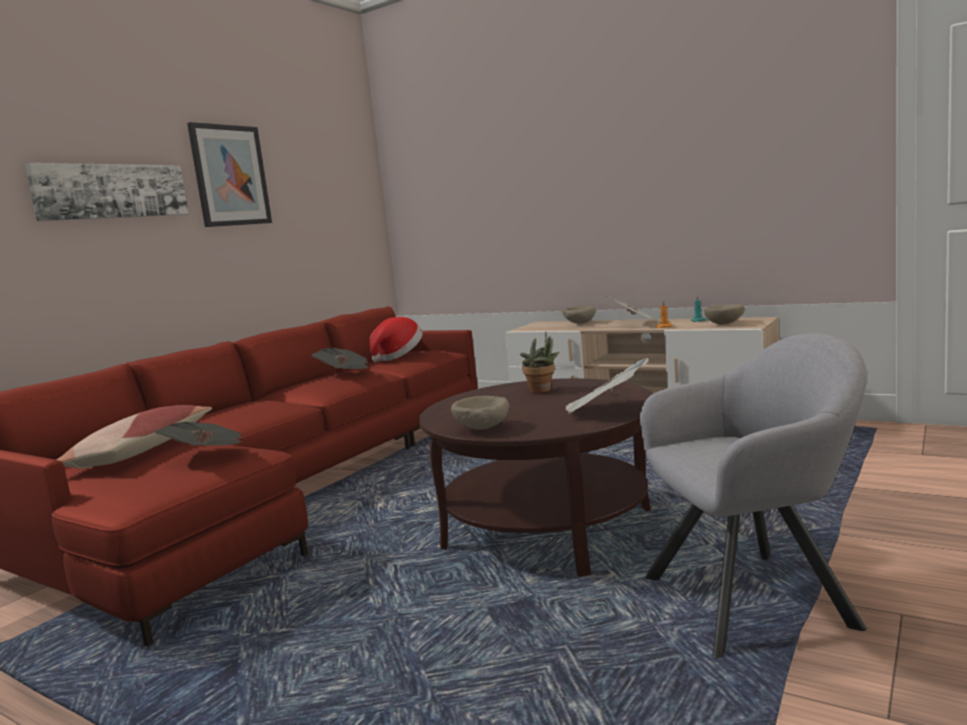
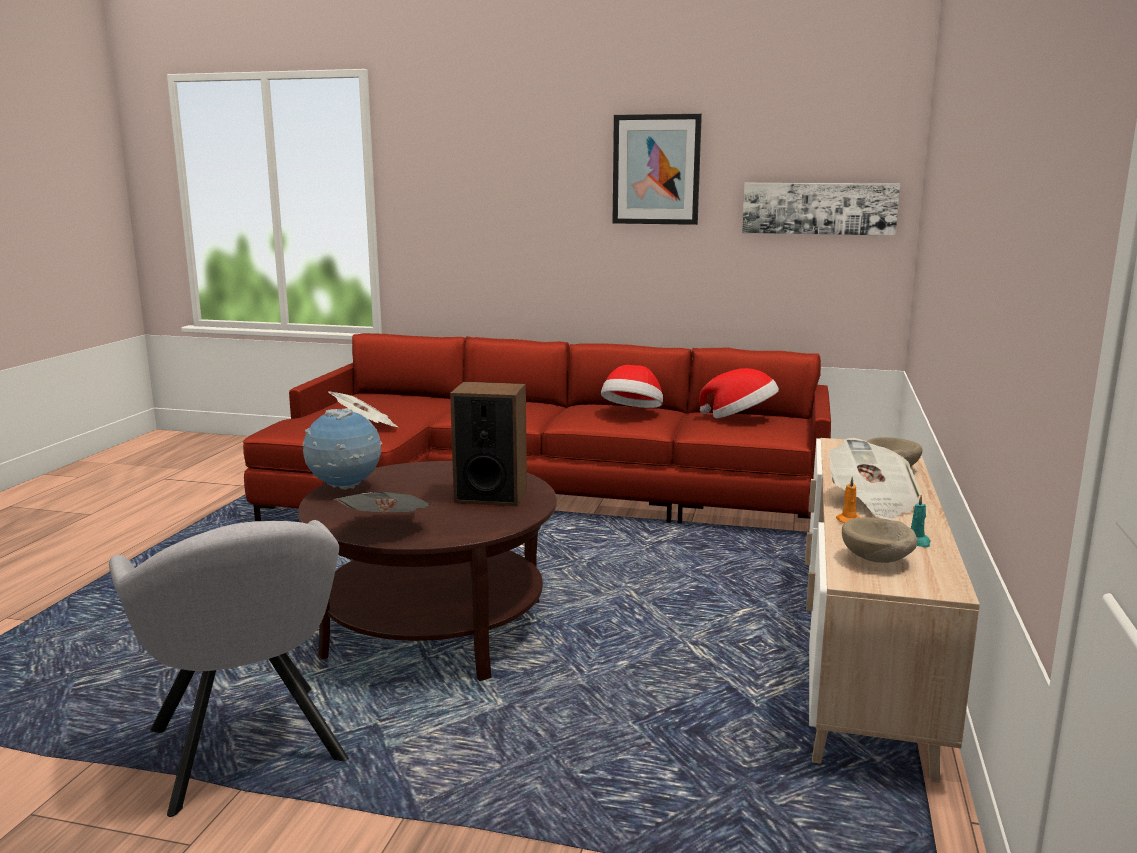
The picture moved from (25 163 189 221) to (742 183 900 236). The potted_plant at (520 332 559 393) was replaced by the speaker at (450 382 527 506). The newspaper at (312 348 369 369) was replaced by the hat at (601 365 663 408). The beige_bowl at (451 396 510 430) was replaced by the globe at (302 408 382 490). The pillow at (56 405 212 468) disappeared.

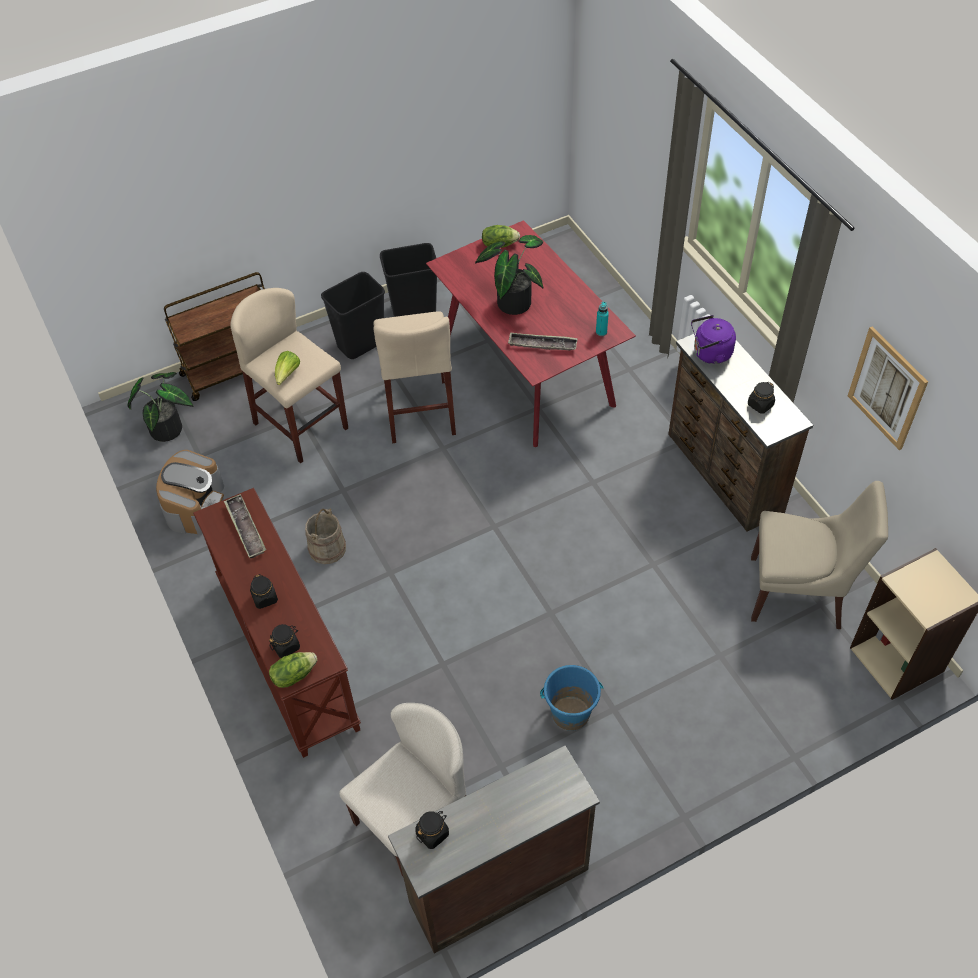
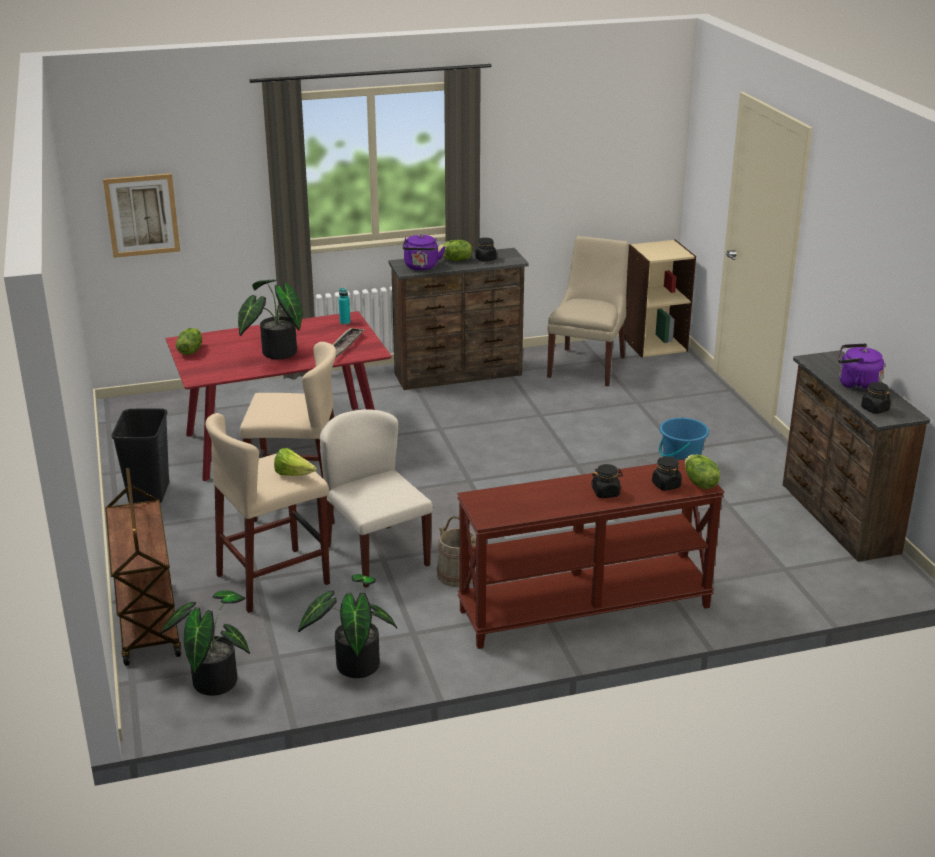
The black_trash_can at (321 272 385 359) disappeared. The picture moved from (848 327 928 450) to (103 173 180 258). The coffee_machine at (156 450 224 535) was replaced by the potted_plant at (298 574 397 678). The tray at (224 494 266 559) disappeared. The beige_chair moved from (339 703 466 876) to (320 409 433 588). The lettuce at (438 240 472 261) appeared. The purple_kettle at (838 343 885 392) appeared.

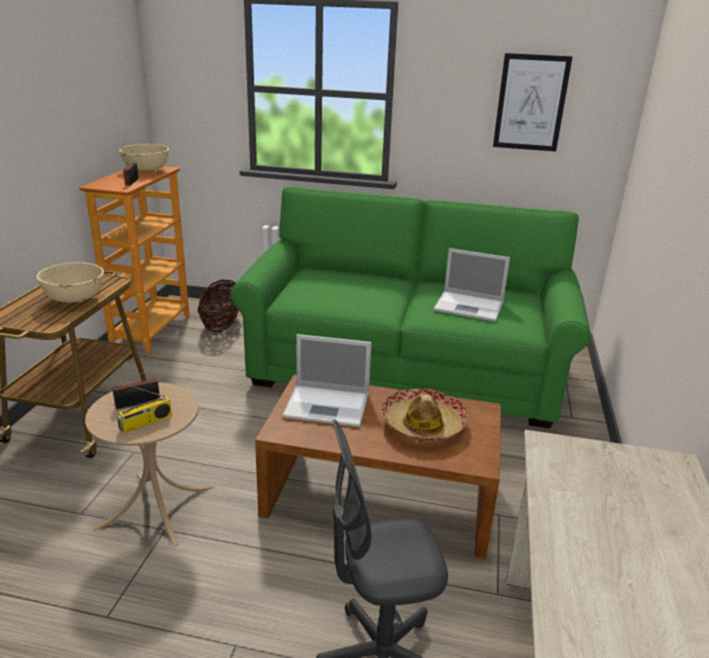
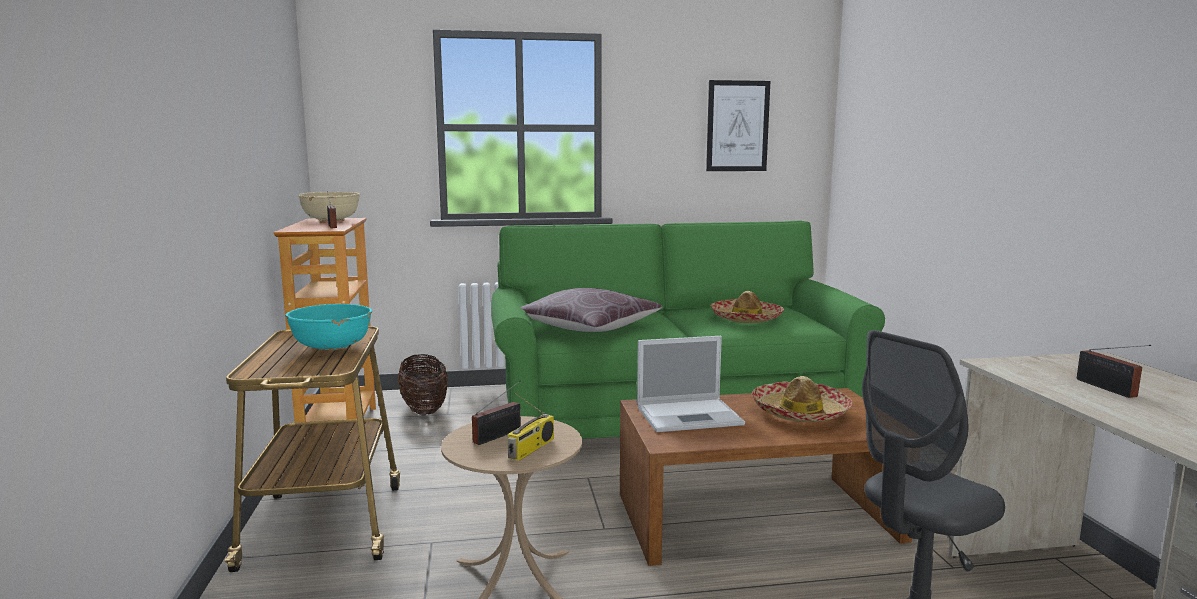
The laptop at (433 248 510 322) was replaced by the hat at (711 291 784 323). The beige_bowl at (36 262 104 303) became the turquoise_bowl at (285 304 372 351). The brown_pillow at (521 288 663 332) appeared. The radio at (1077 345 1151 398) appeared.

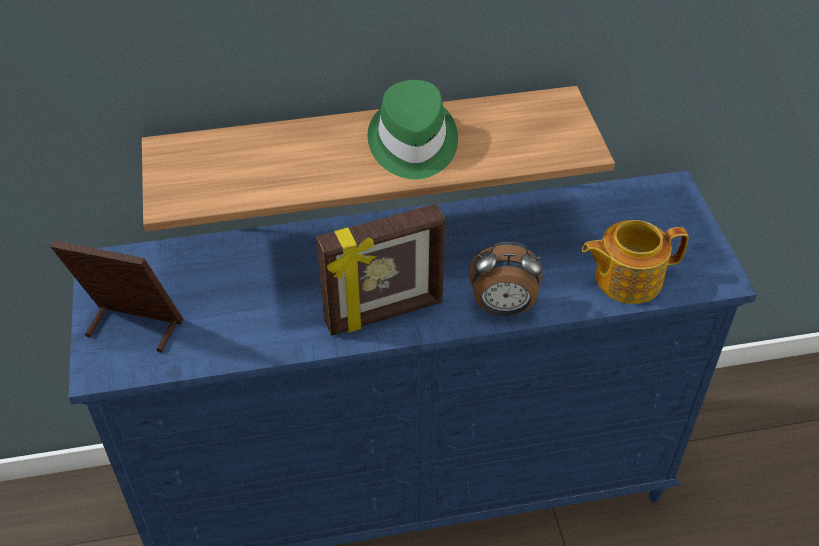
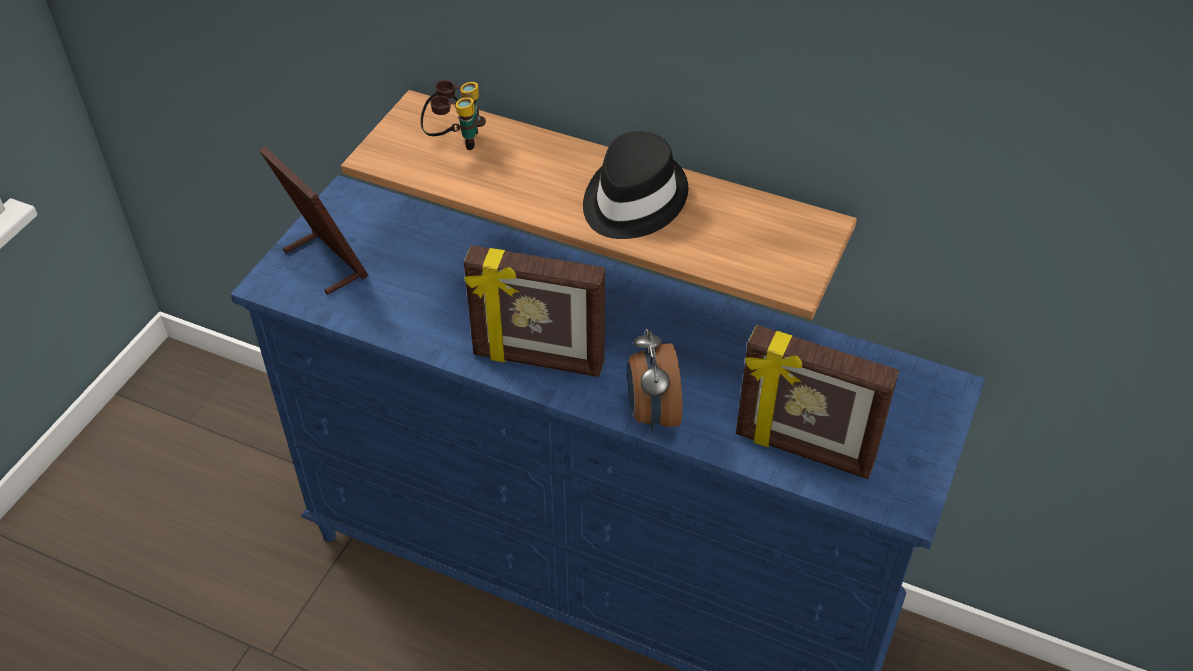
The green_hat at (368 80 458 180) became the black_hat at (583 131 688 239). The teapot at (582 220 689 304) was replaced by the picture_frame at (736 325 899 479). The alarm_clock at (469 242 543 316) turned 45 degrees clockwise. The binoculars at (420 80 486 150) appeared.

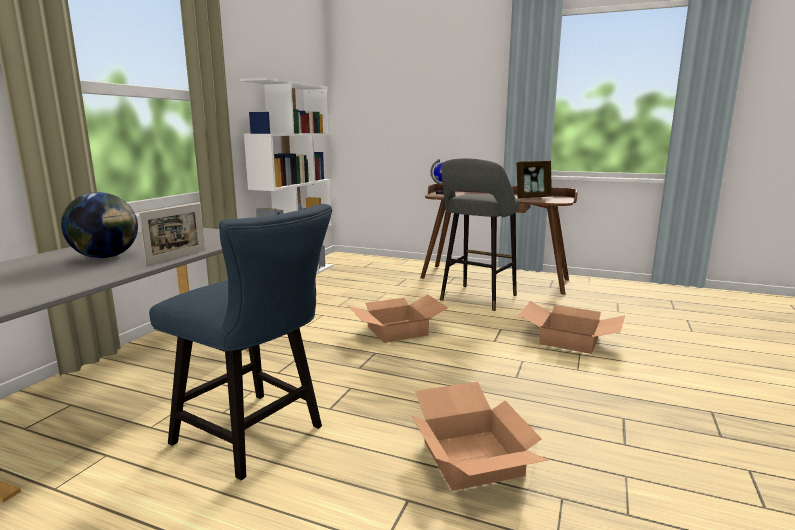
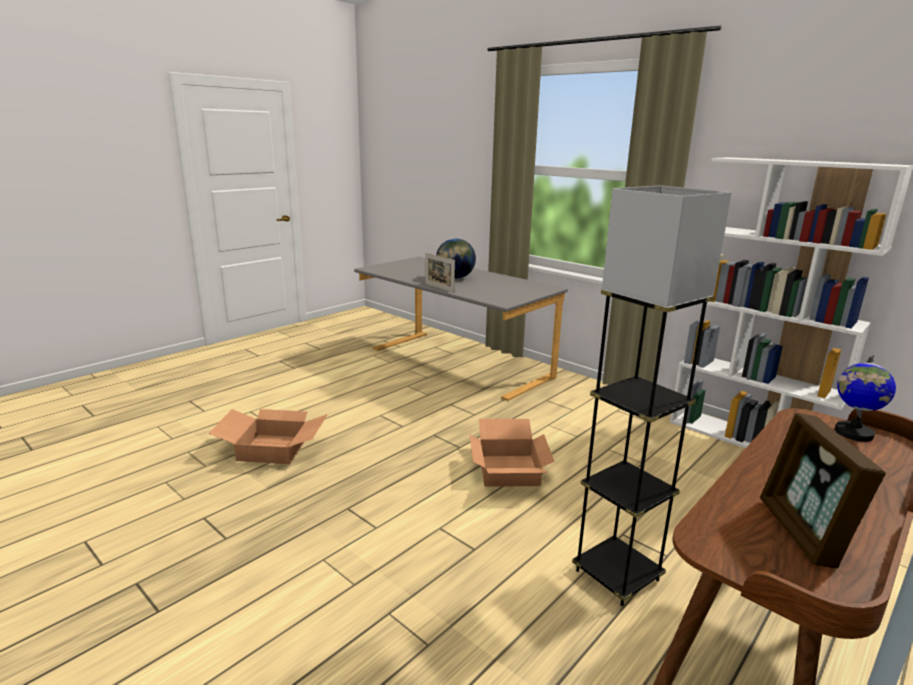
The grey_stool at (440 158 520 311) was replaced by the grey_floor_lamp at (572 185 732 606). The blue_chair at (149 204 332 480) disappeared. The cardboard_box at (519 301 625 354) disappeared.

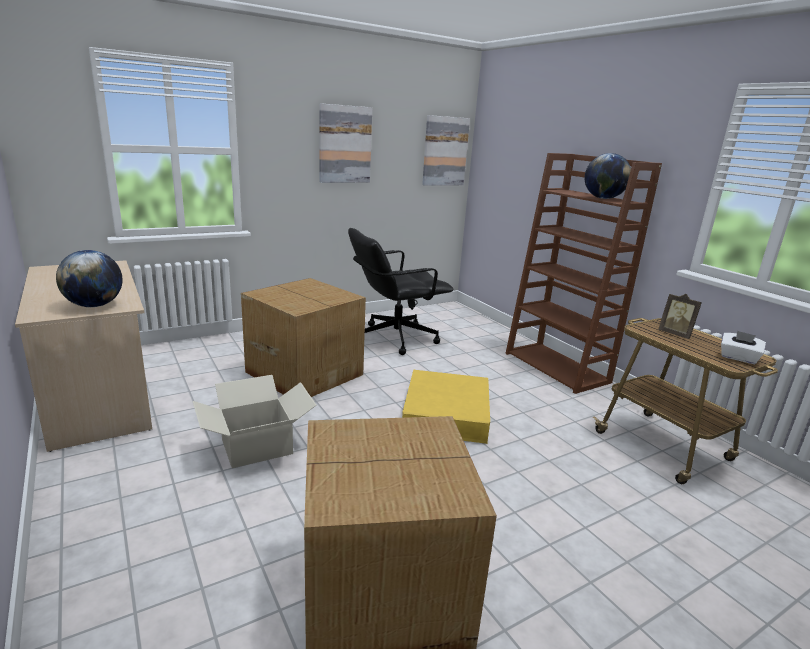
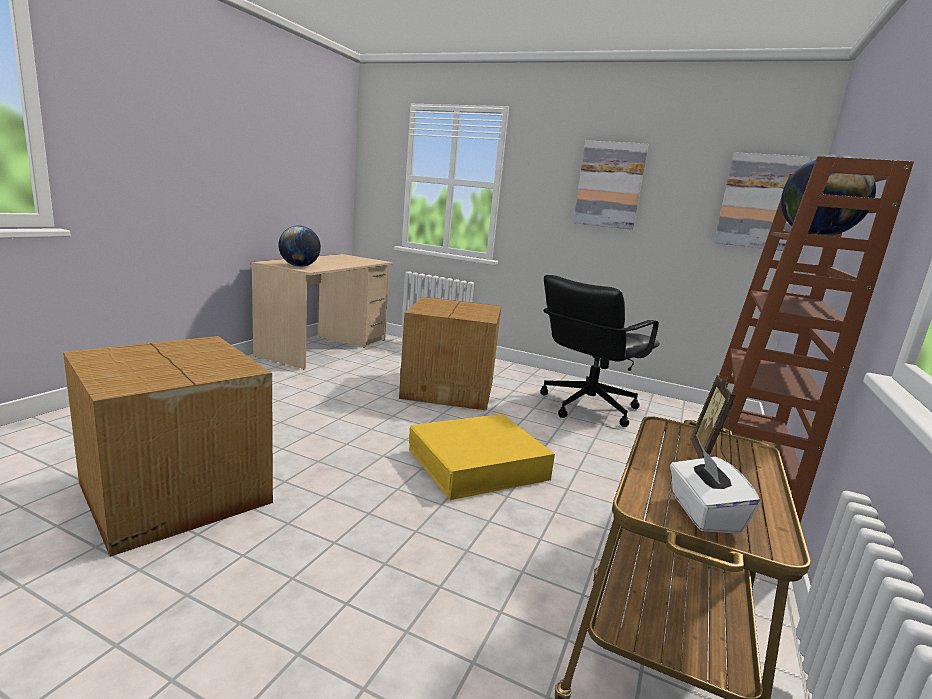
The black_office_chair at (348 228 454 355) turned 75 degrees counterclockwise. The cardboard_box at (193 375 316 468) disappeared.

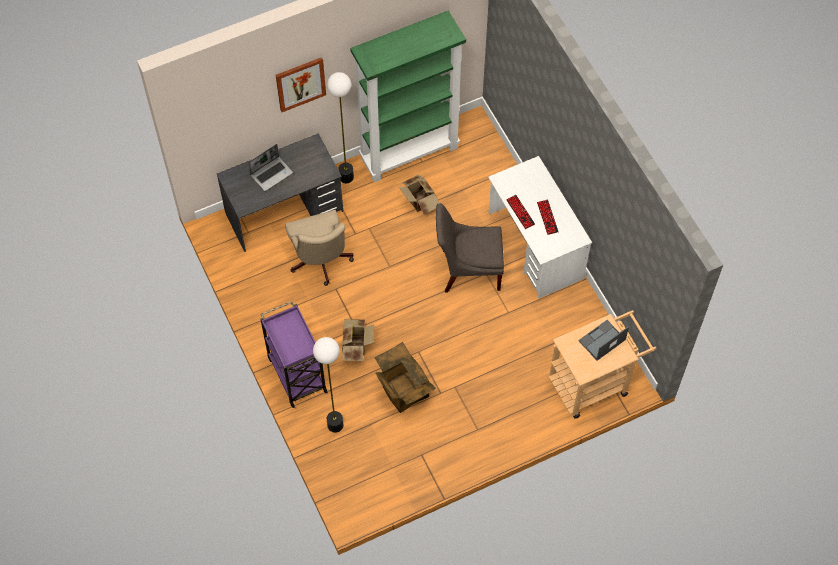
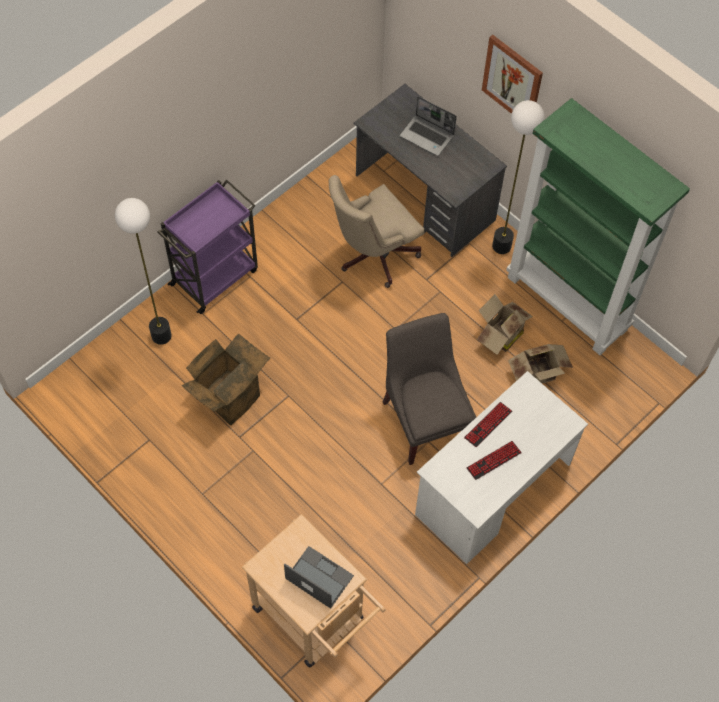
The cardboard_box moved from (342 319 374 361) to (508 344 573 383).

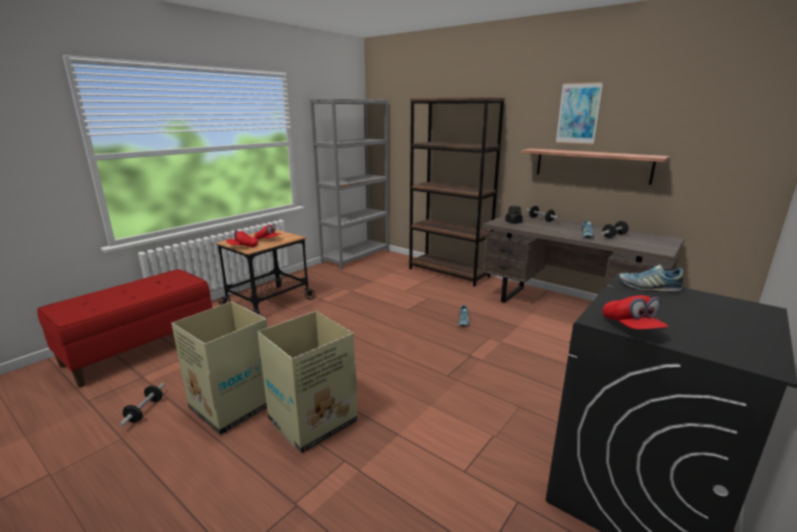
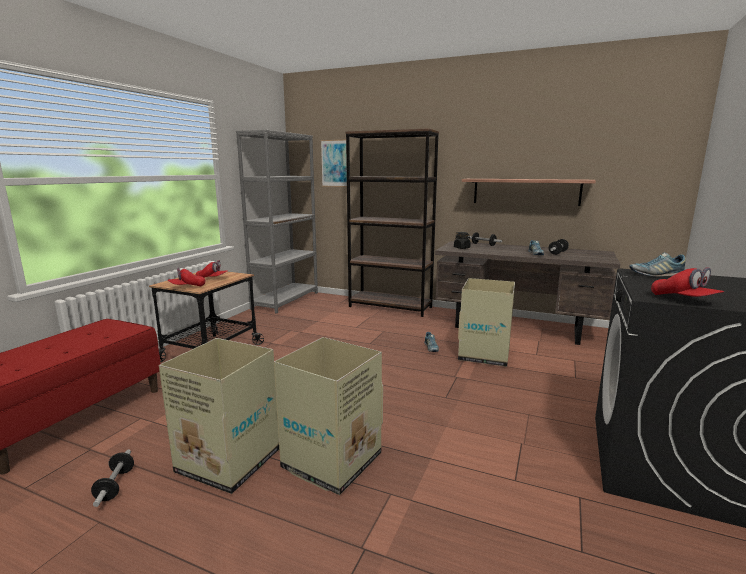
The picture moved from (556 82 603 145) to (321 140 347 187). The cardboard_box at (458 278 515 367) appeared.

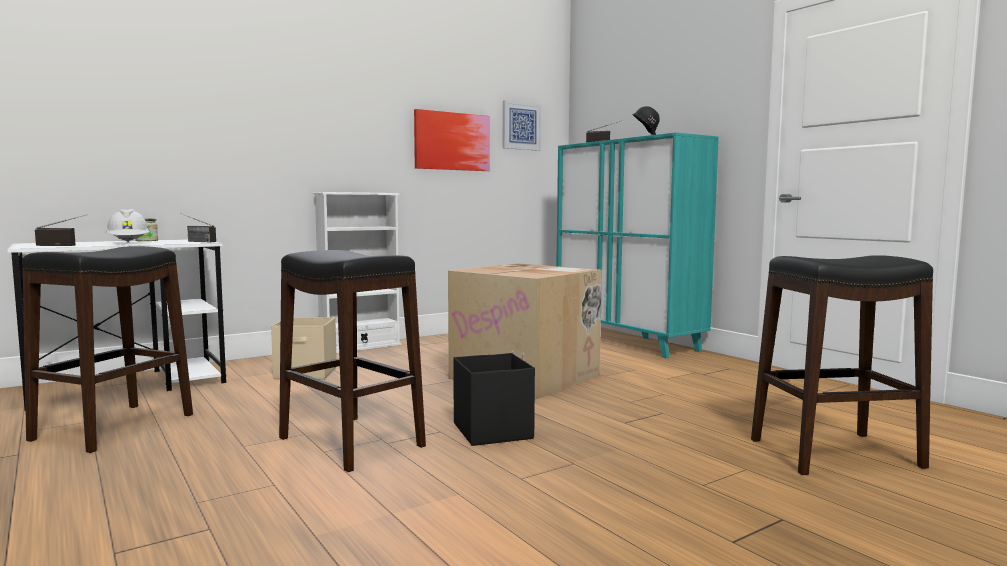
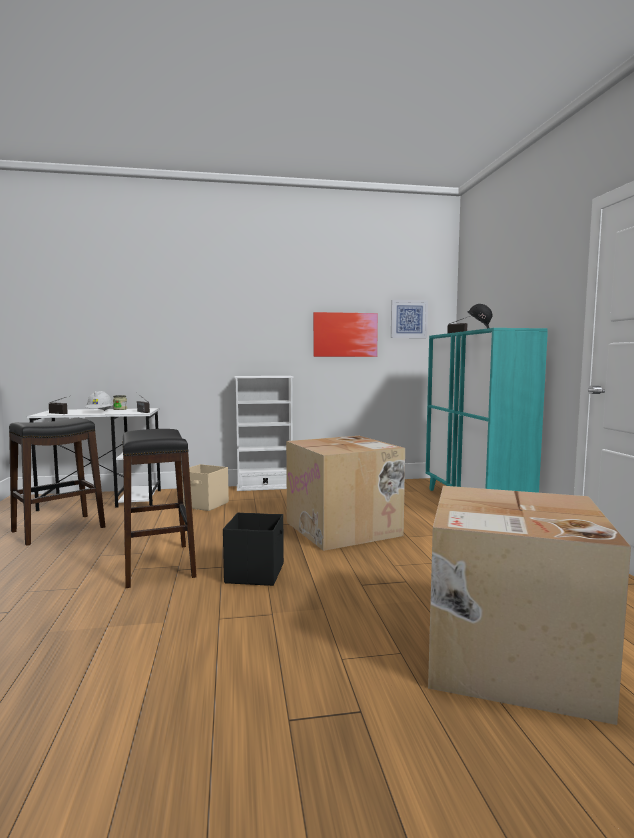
The black_stool at (751 255 933 475) was replaced by the cardboard_box at (428 486 631 725).

